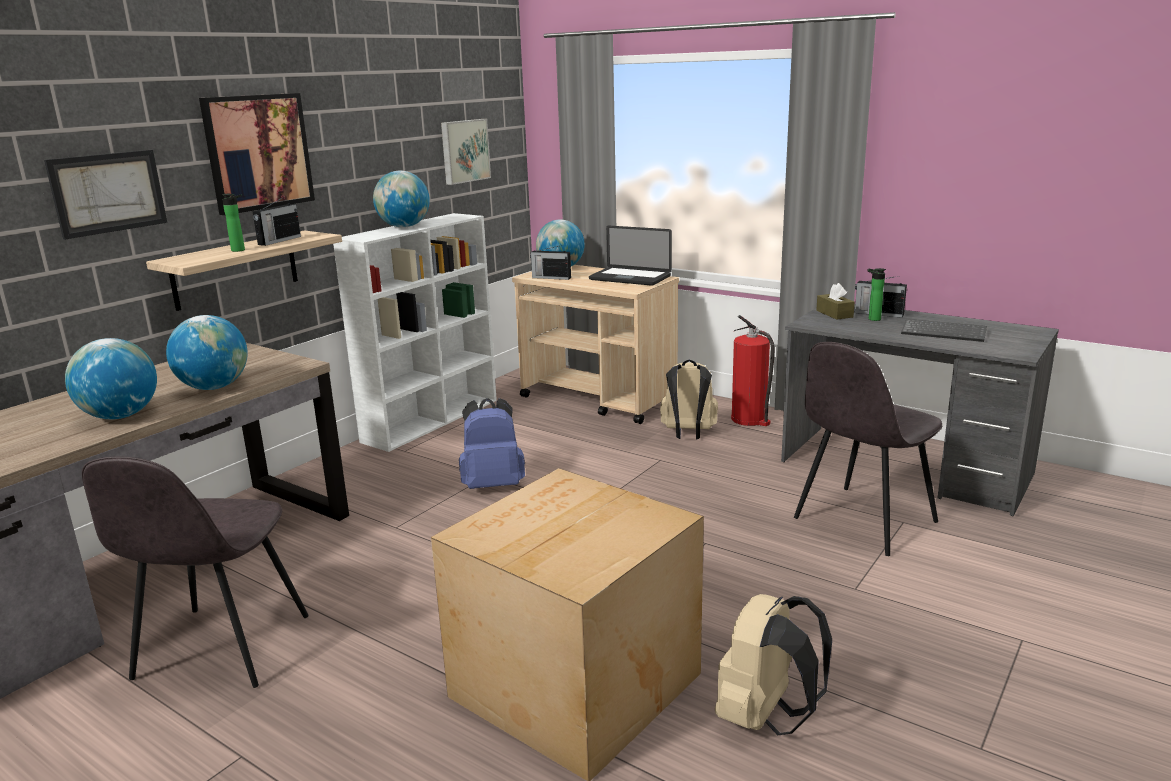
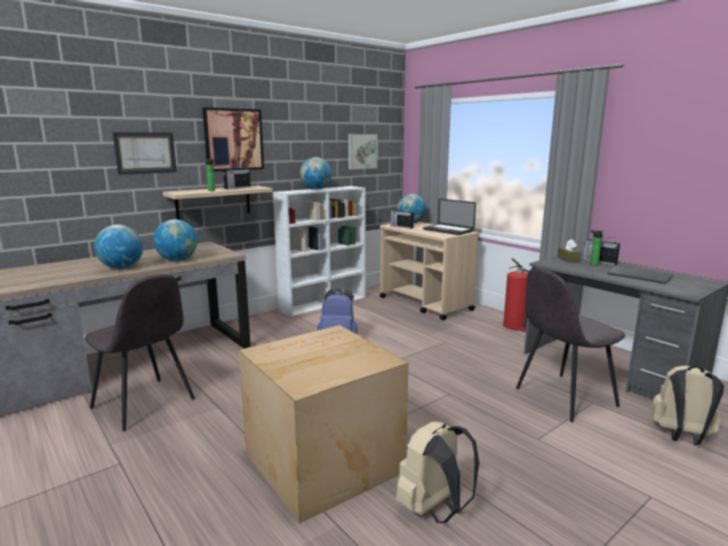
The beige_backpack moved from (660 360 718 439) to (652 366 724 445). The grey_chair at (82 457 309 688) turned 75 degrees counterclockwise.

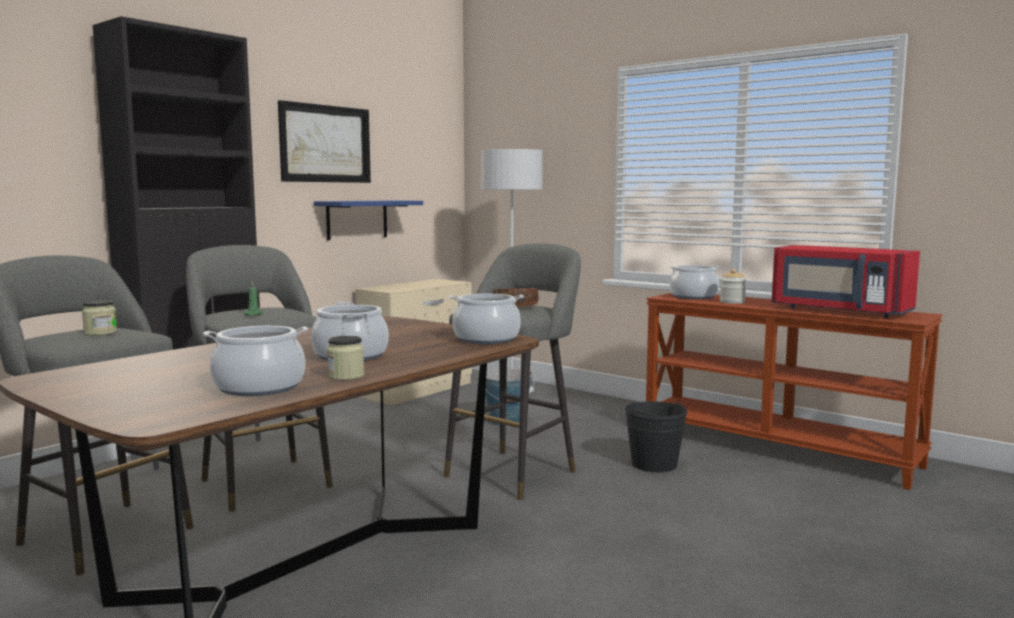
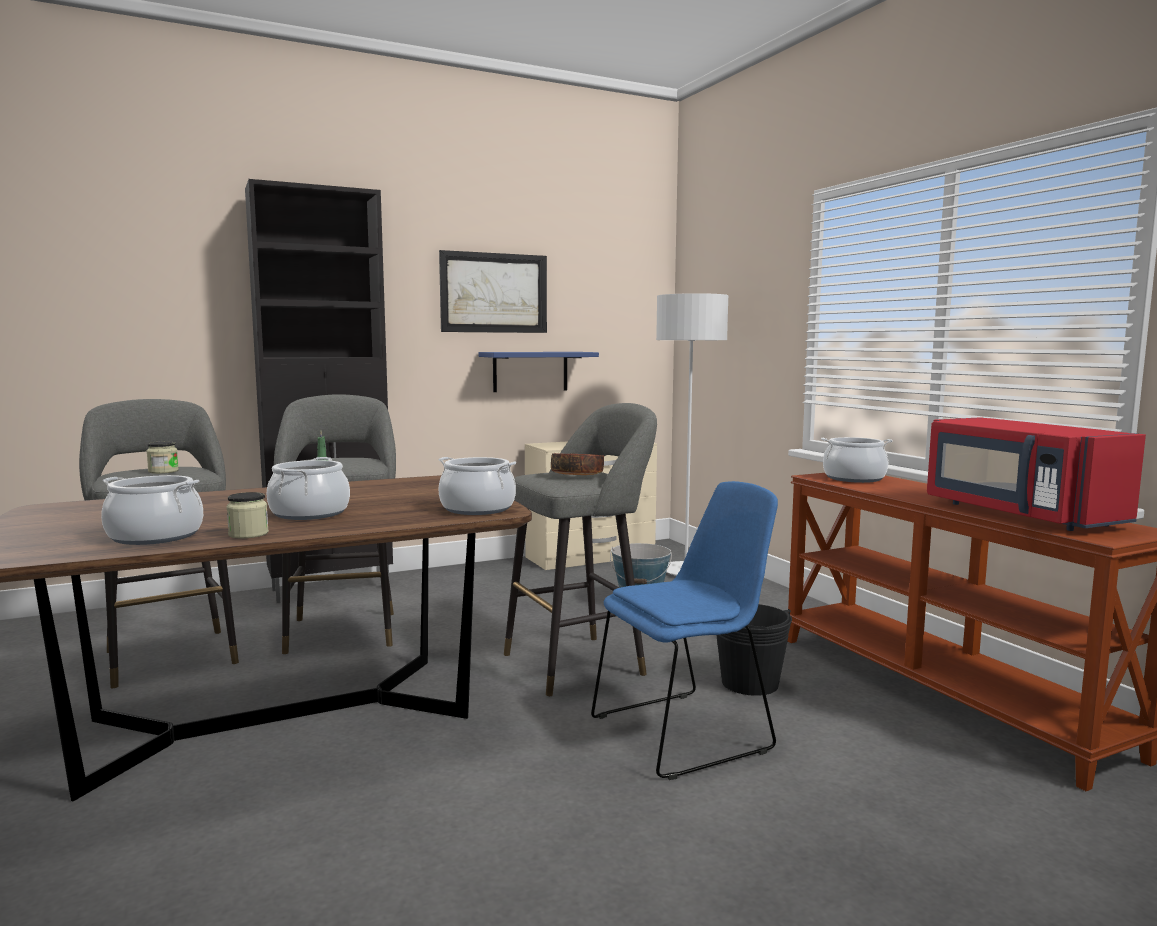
The jar at (720 269 746 304) disappeared. The blue_chair at (591 481 778 780) appeared.

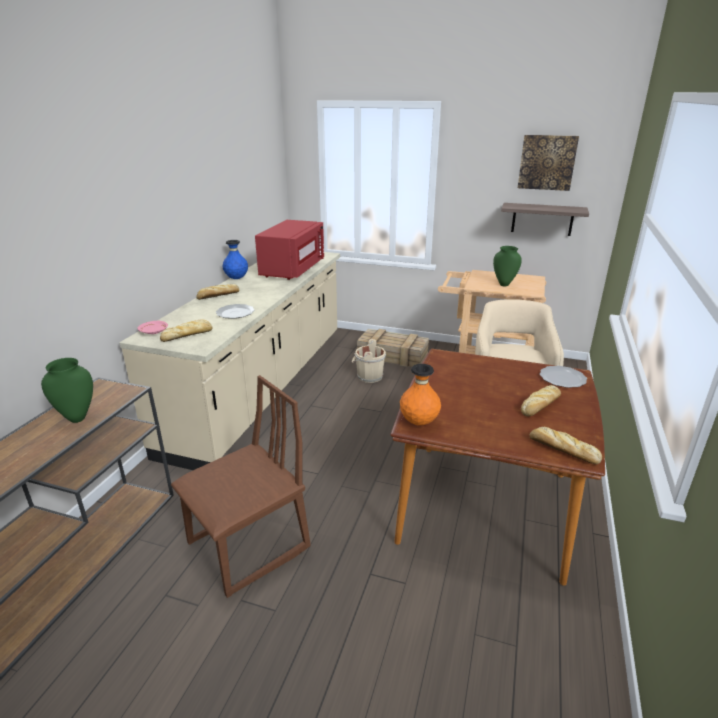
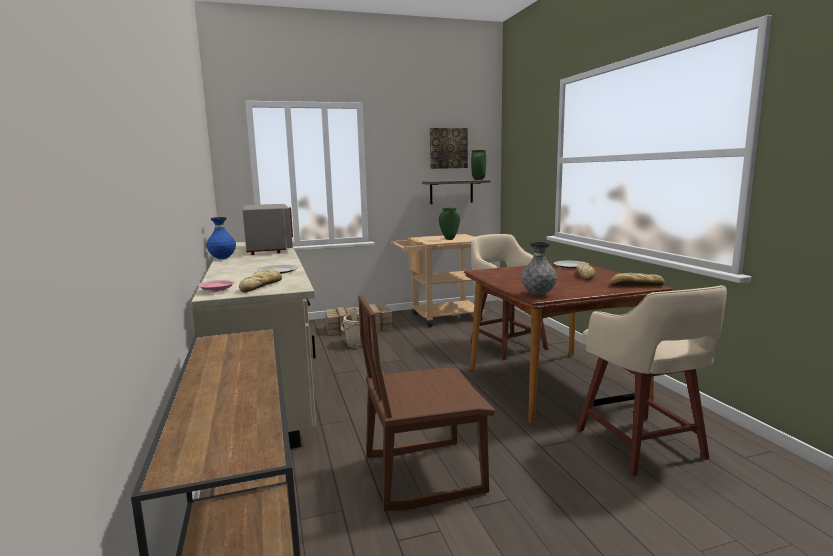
The red_microwave at (255 220 324 280) became the grey_microwave at (242 204 293 255). The bread at (196 284 239 300) disappeared. The green_vase moved from (41 358 93 423) to (471 150 486 180). The orange_vase at (400 364 441 426) became the grey_vase at (521 242 557 295). The brown_chair at (171 375 311 598) turned 120 degrees counterclockwise. The beige_stool at (577 285 727 476) appeared.

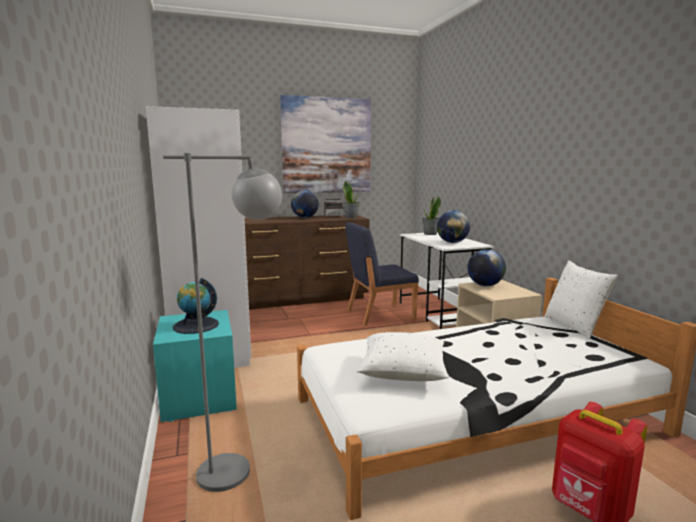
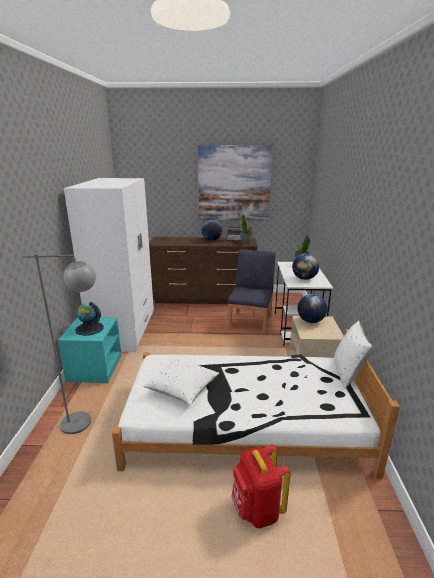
The blue_chair at (345 222 419 326) turned 105 degrees clockwise.

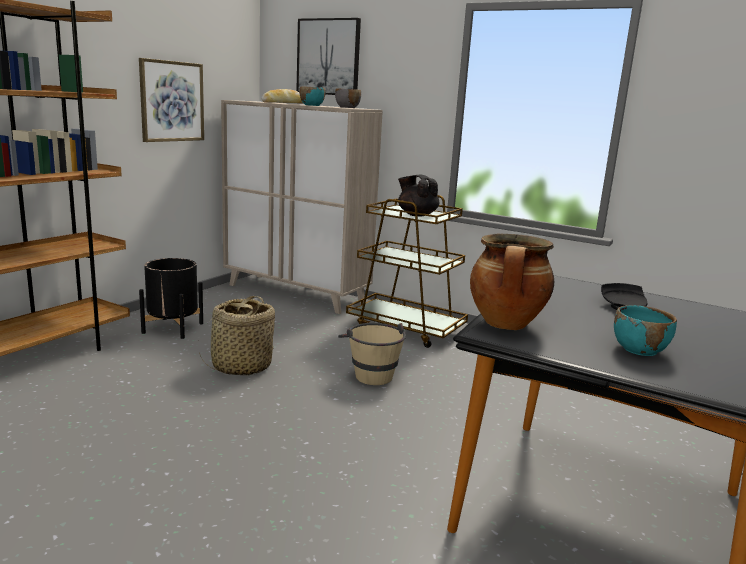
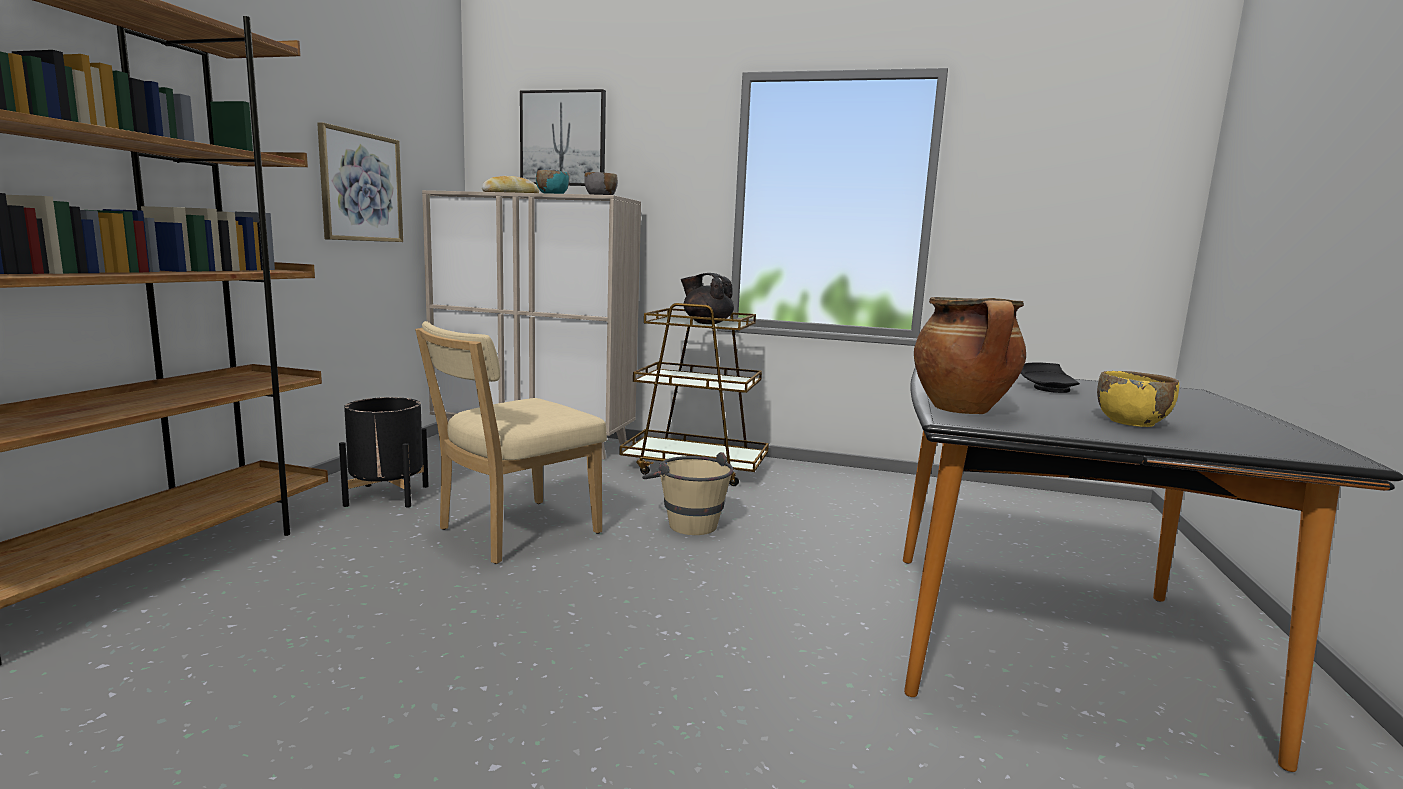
The basket at (199 296 275 375) was replaced by the beige_chair at (415 321 607 564). The turquoise_bowl at (614 305 677 356) became the yellow_bowl at (1097 371 1179 427).

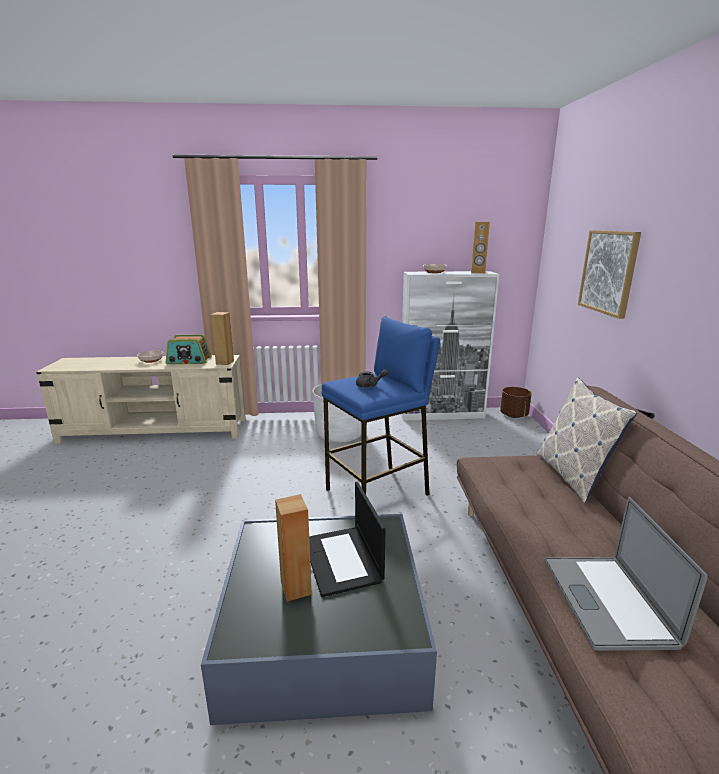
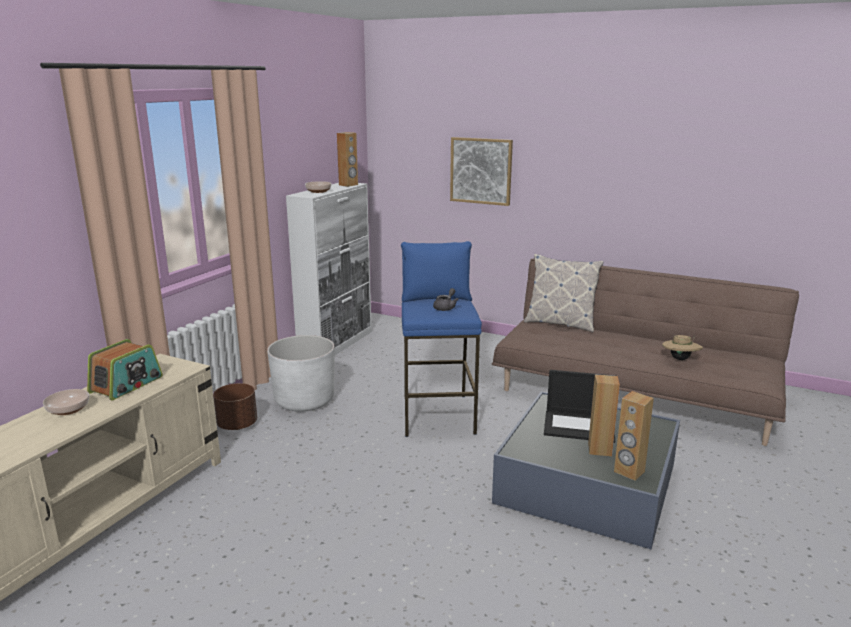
The brown_speaker moved from (211 312 234 365) to (614 391 654 481). The brown_planter moved from (500 387 532 418) to (213 383 257 430). The laptop at (544 497 708 651) was replaced by the beige_hat at (662 335 703 360).

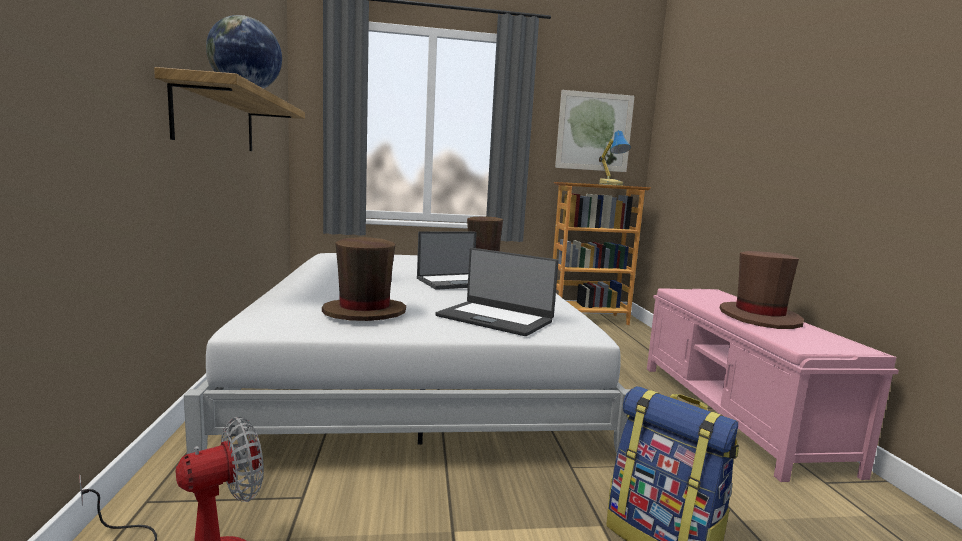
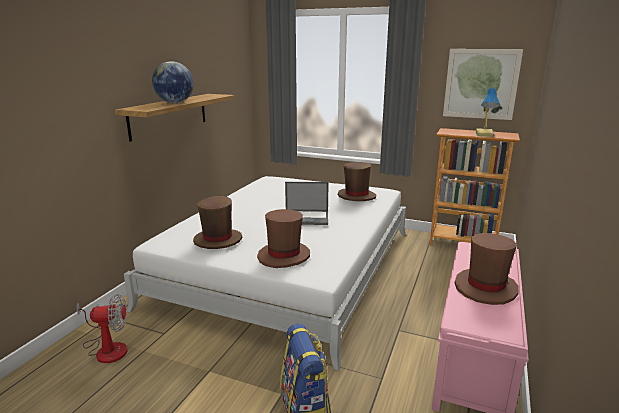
The laptop at (436 248 559 336) was replaced by the brown_hat at (257 209 310 268).

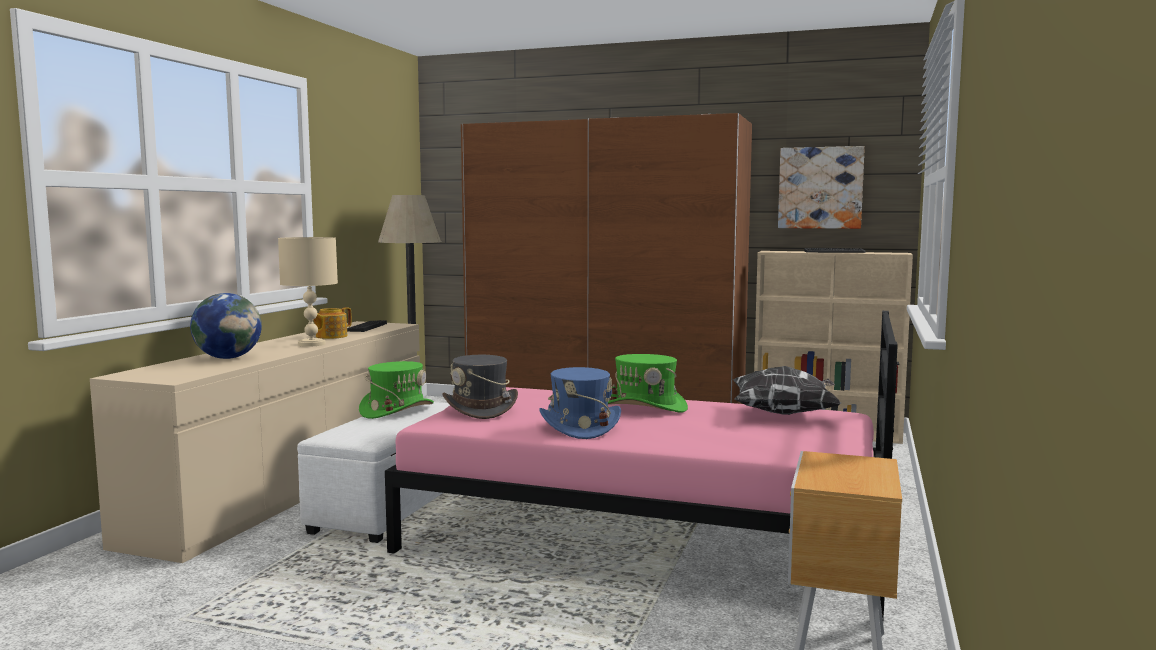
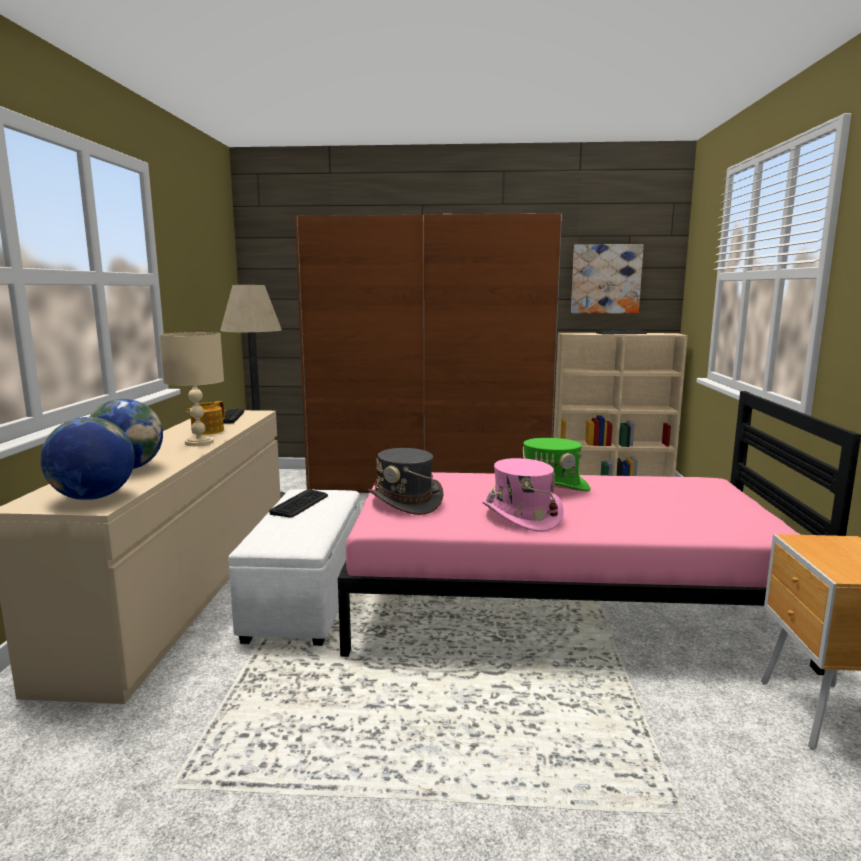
The green_hat at (359 361 434 419) was replaced by the keyboard at (269 489 328 517). The pillow at (733 366 841 415) disappeared. The blue_hat at (539 367 621 439) became the pink_hat at (482 458 564 532). The globe at (40 417 135 500) appeared.

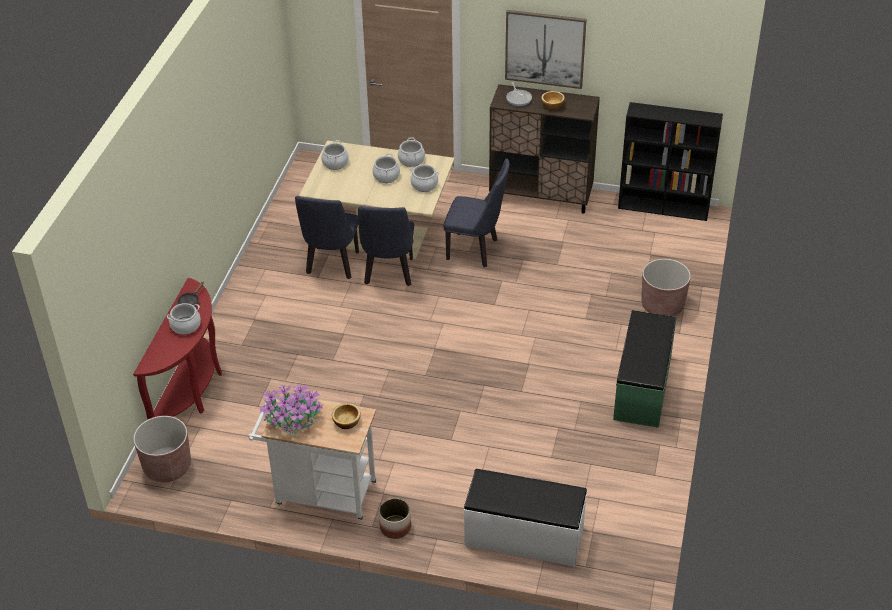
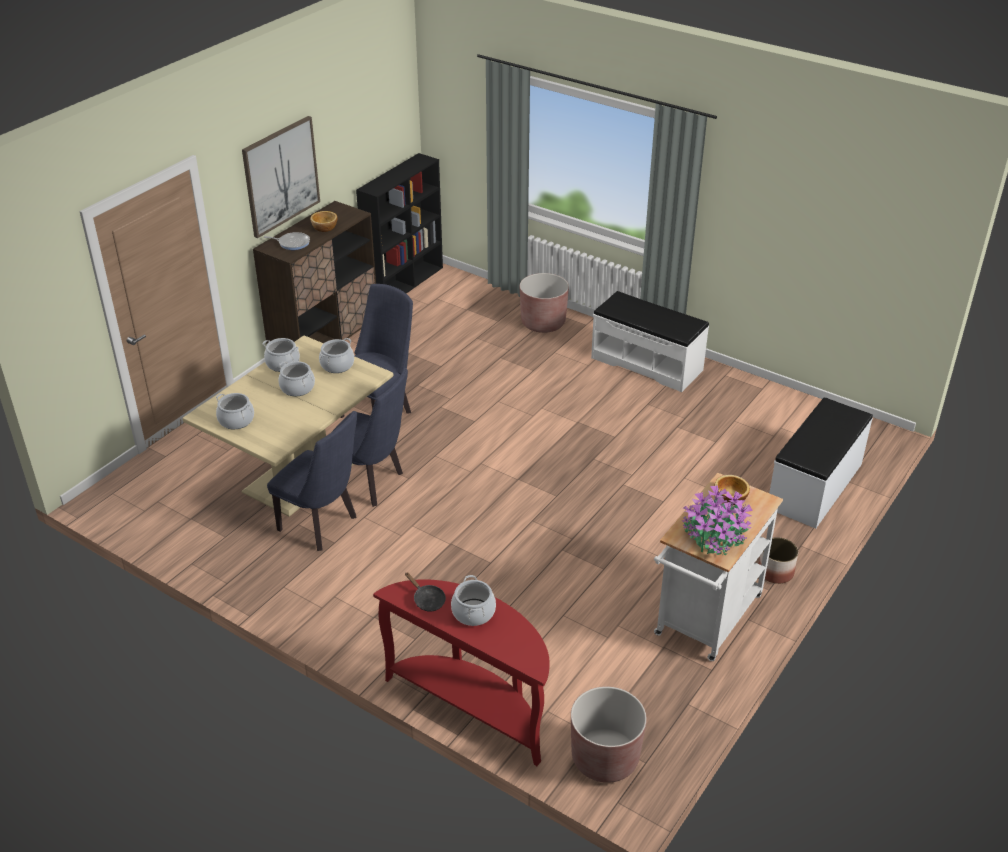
The green_bench at (613 310 676 428) became the white_bench at (591 291 709 392).

